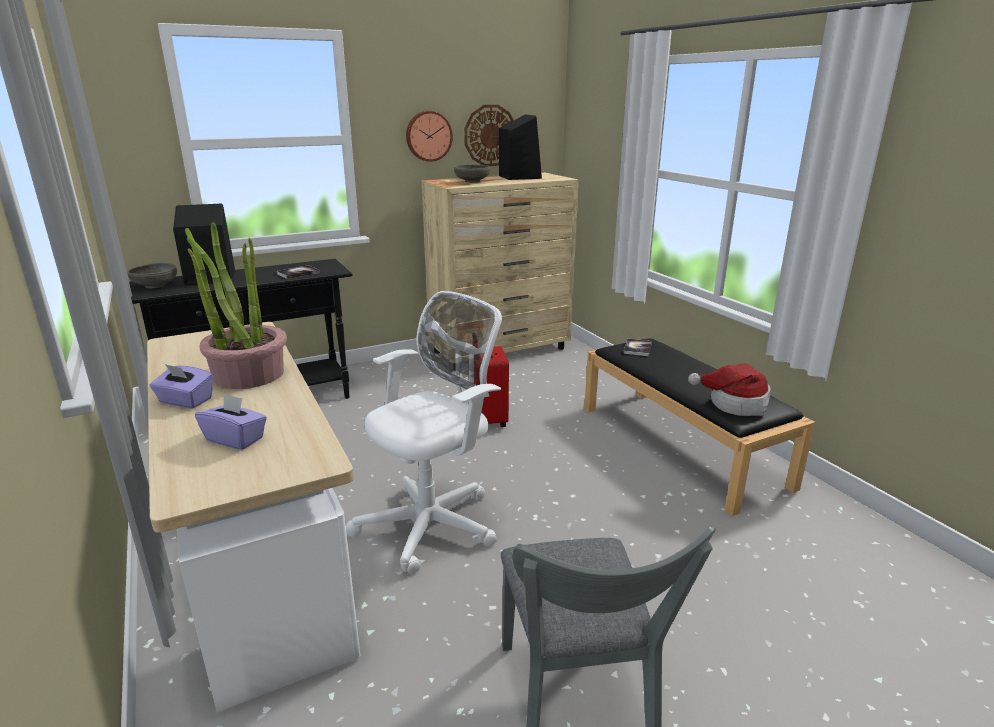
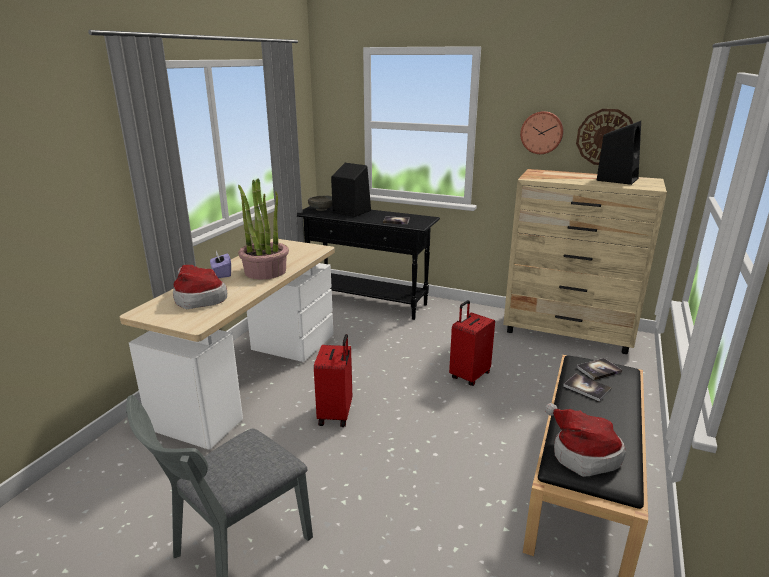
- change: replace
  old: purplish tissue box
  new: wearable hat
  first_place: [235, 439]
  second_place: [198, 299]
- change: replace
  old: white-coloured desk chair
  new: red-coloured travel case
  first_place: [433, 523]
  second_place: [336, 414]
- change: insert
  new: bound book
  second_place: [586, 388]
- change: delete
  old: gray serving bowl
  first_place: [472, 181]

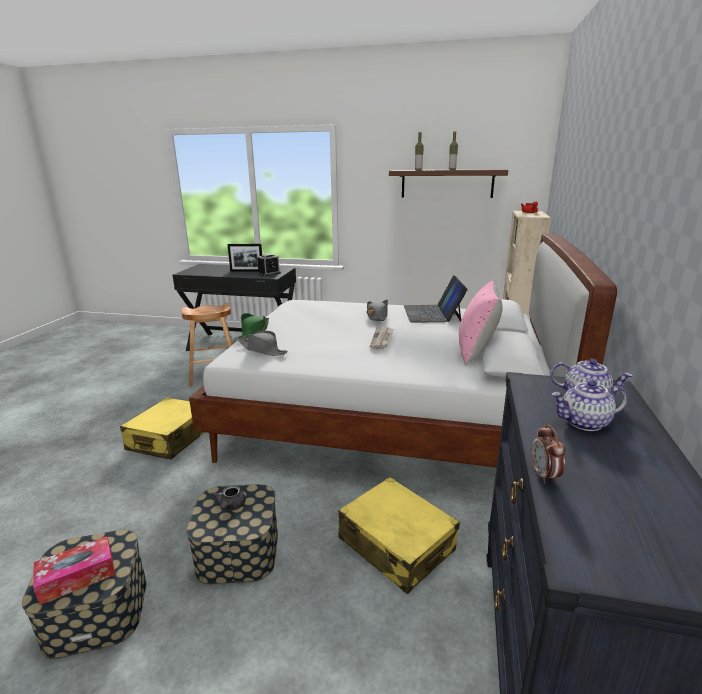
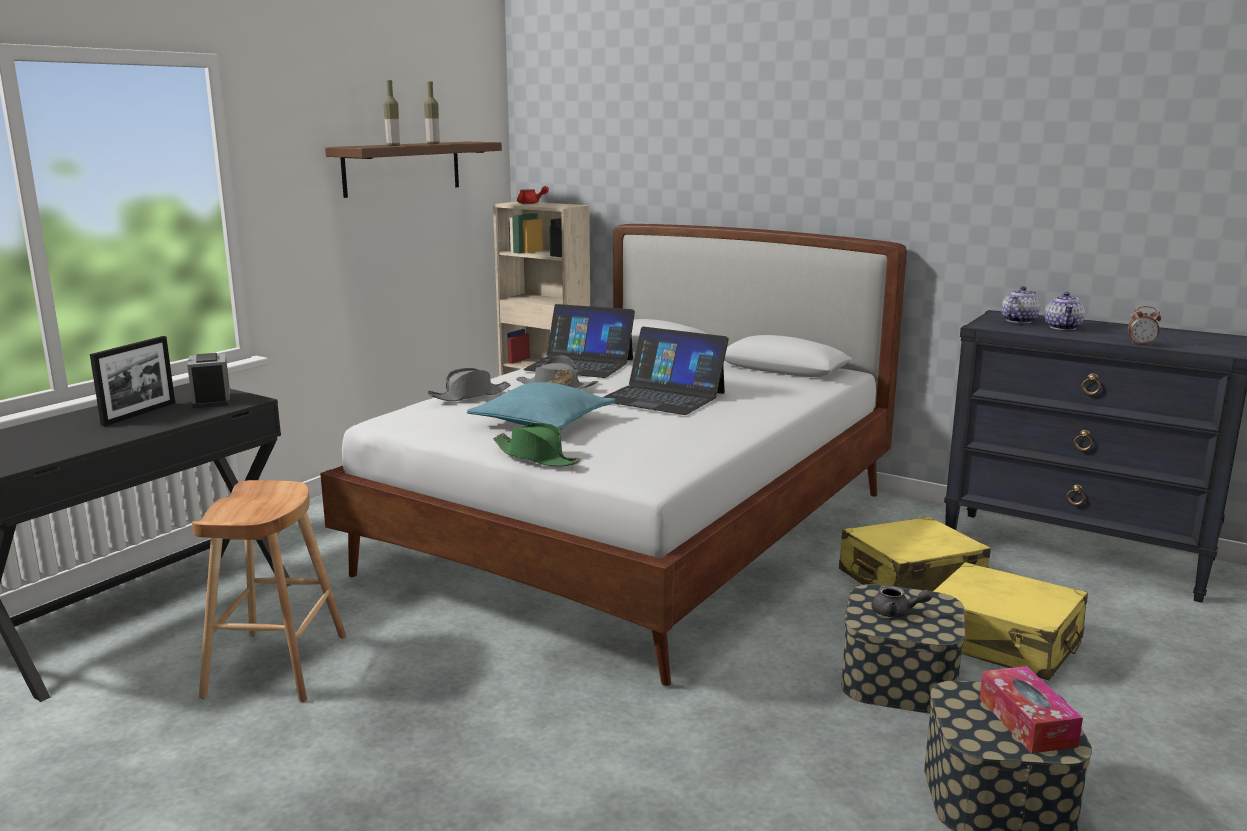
- change: move
  old: gray wearable hat
  first_place: [263, 350]
  second_place: [470, 395]
- change: insert
  new: blue-green pillow
  second_place: [542, 422]
- change: replace
  old: daily paper
  new: notebook computer
  first_place: [382, 339]
  second_place: [662, 396]
- change: move
  old: yellow travel case
  first_place: [170, 439]
  second_place: [1002, 642]
- change: delete
  old: pink-coloured pillow
  first_place: [476, 352]

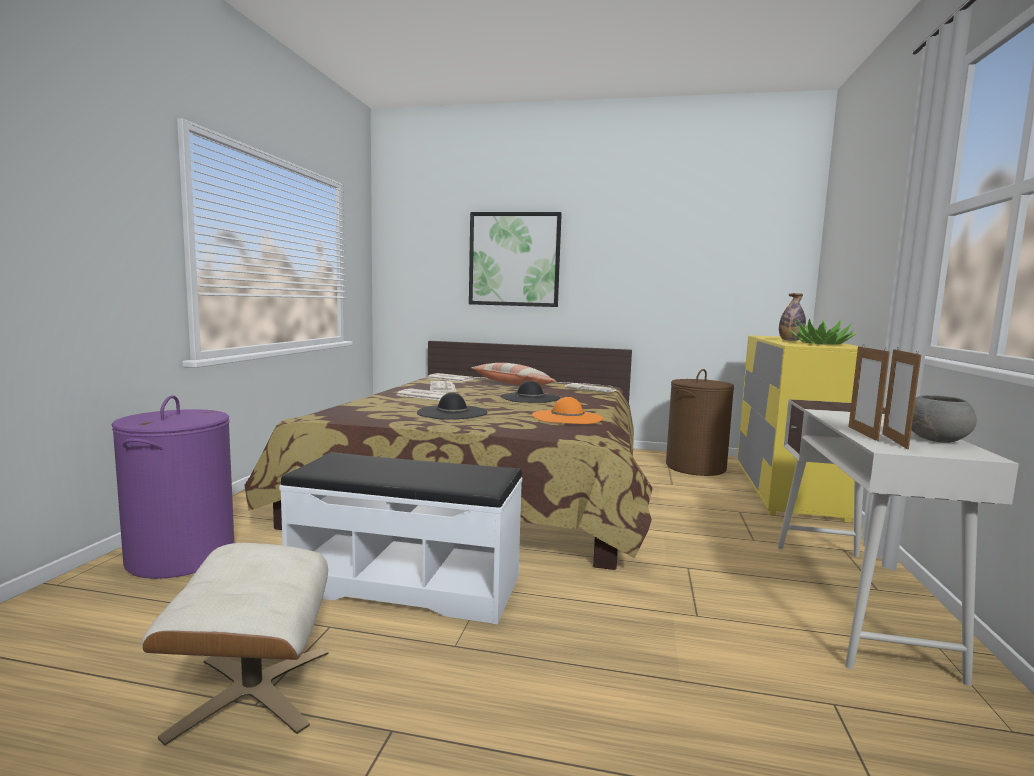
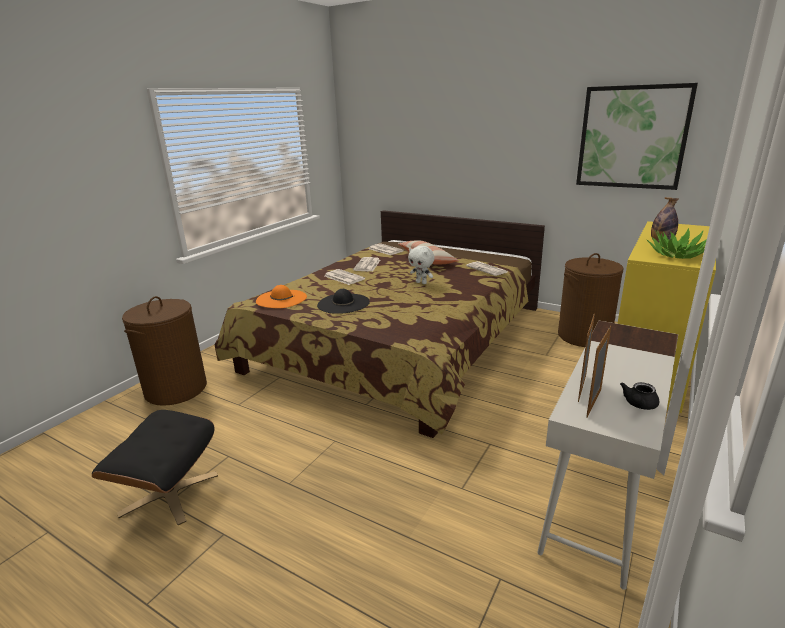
- change: recolor
  old: beige-coloured footrest
  new: black footrest
  first_place: [251, 692]
  second_place: [169, 494]
- change: recolor
  old: purplish washing basket
  new: brownish washing basket
  first_place: [181, 556]
  second_place: [176, 389]
- change: move
  old: orangey wearable hat
  first_place: [567, 417]
  second_place: [281, 299]
- change: replace
  old: black wearable hat
  new: white-coloured soft toy
  first_place: [530, 398]
  second_place: [421, 283]
- change: move
  old: wall picture
  first_place: [514, 259]
  second_place: [632, 137]
- change: replace
  old: gray serving bowl
  new: black pot for tea
  first_place: [937, 440]
  second_place: [638, 405]
- change: delete
  old: white-coloured bench
  first_place: [406, 584]

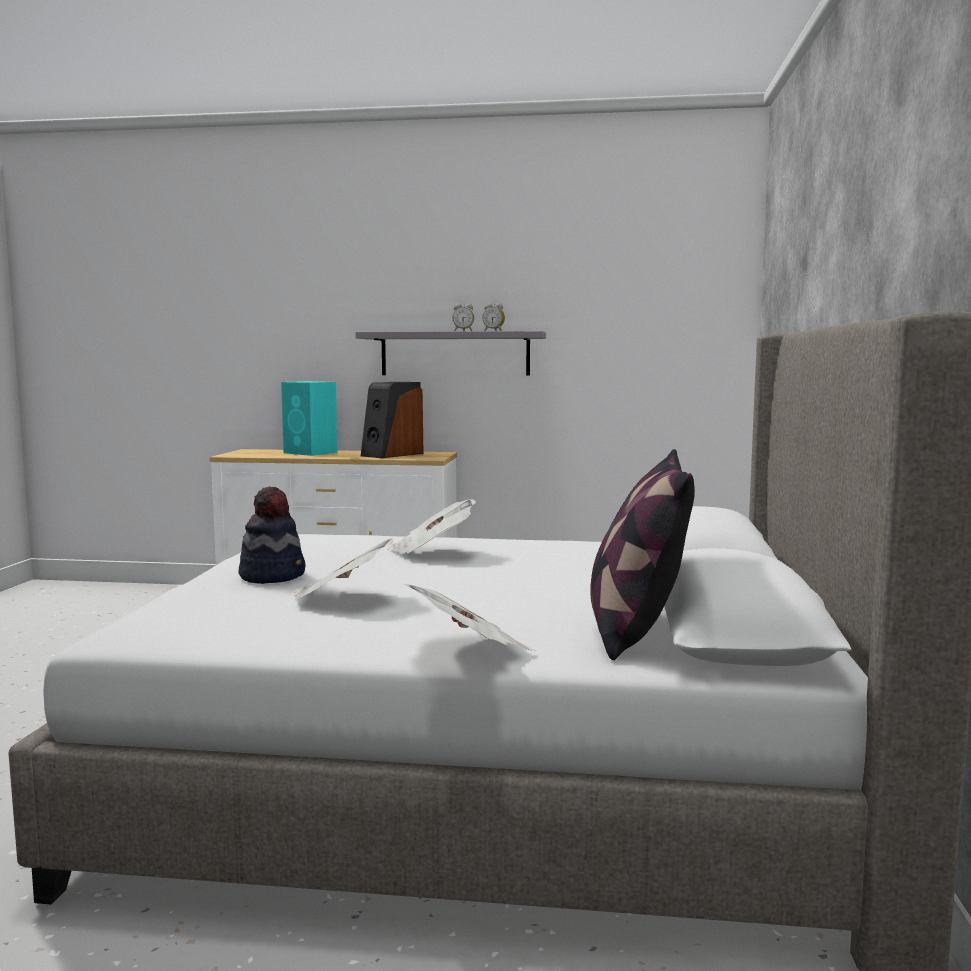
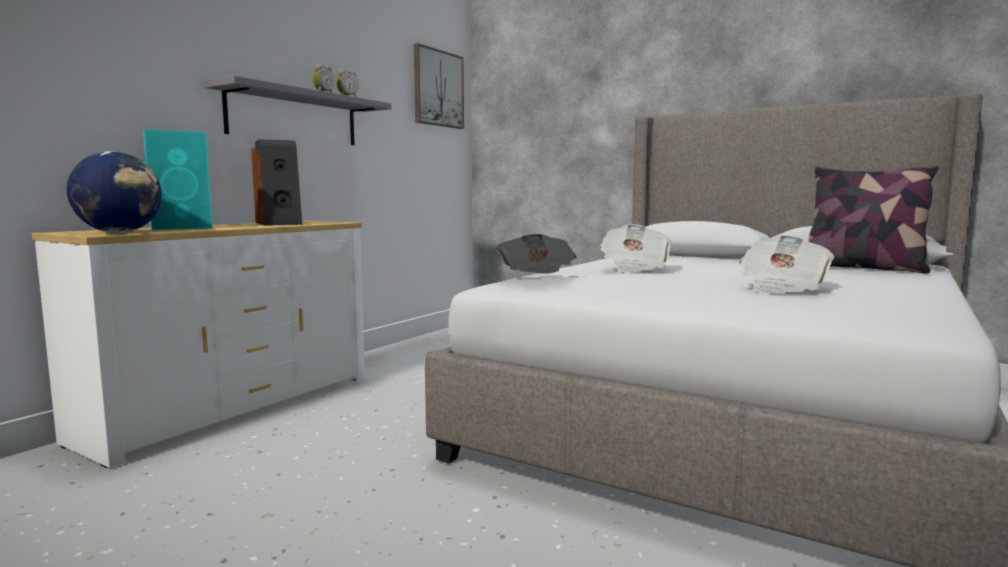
- change: insert
  new: desk globe
  second_place: [120, 232]
- change: insert
  new: wall picture
  second_place: [438, 88]
- change: move
  old: daily paper
  first_place: [470, 651]
  second_place: [537, 278]
- change: delete
  old: wearable hat
  first_place: [273, 576]

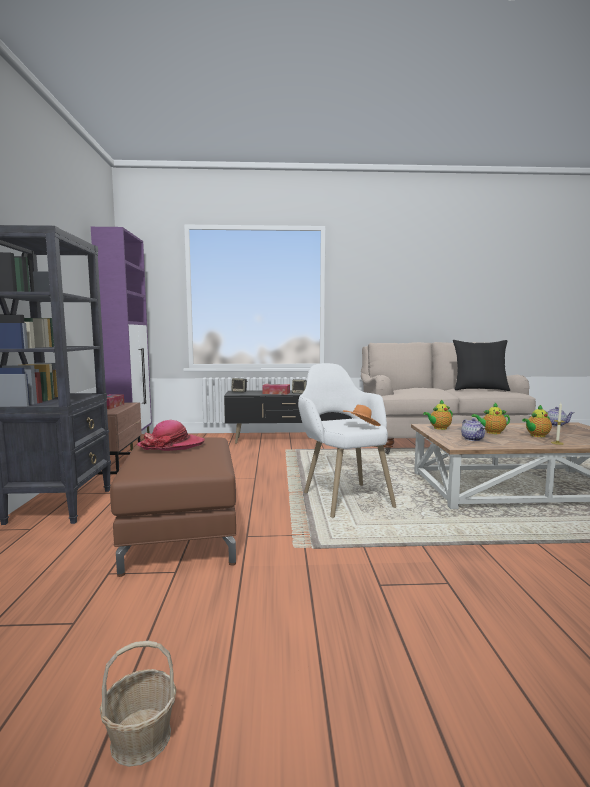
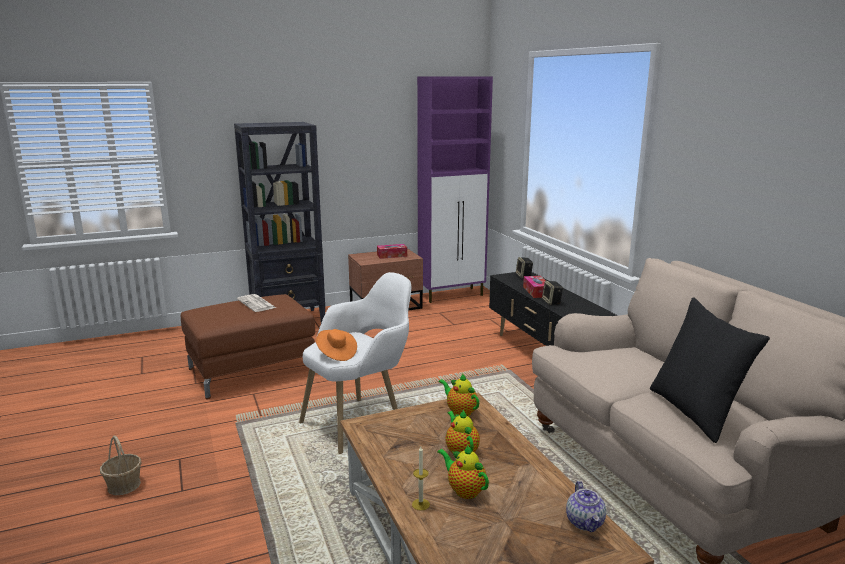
- change: move
  old: basket
  first_place: [140, 737]
  second_place: [124, 485]
- change: replace
  old: wearable hat
  new: daily paper
  first_place: [171, 445]
  second_place: [257, 304]
- change: delete
  old: pot for tea
  first_place: [473, 439]

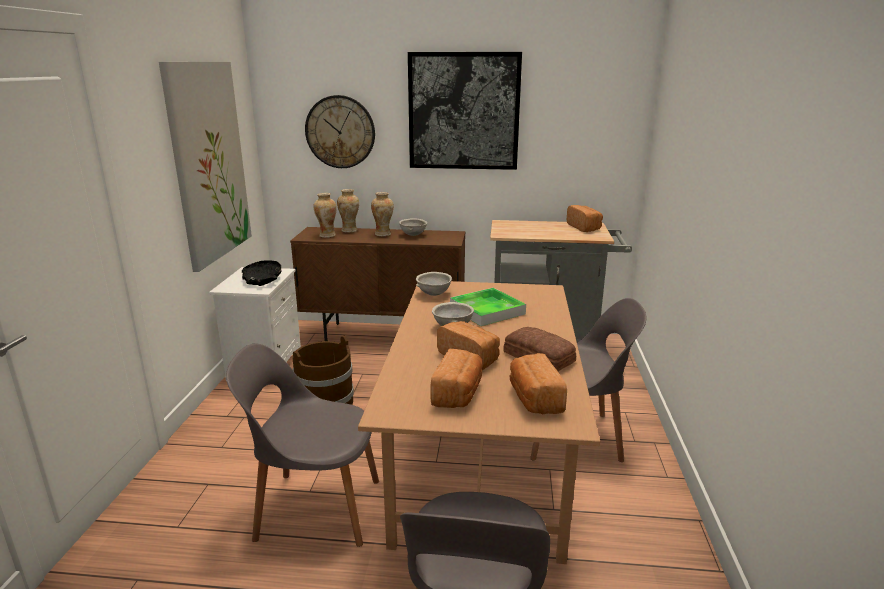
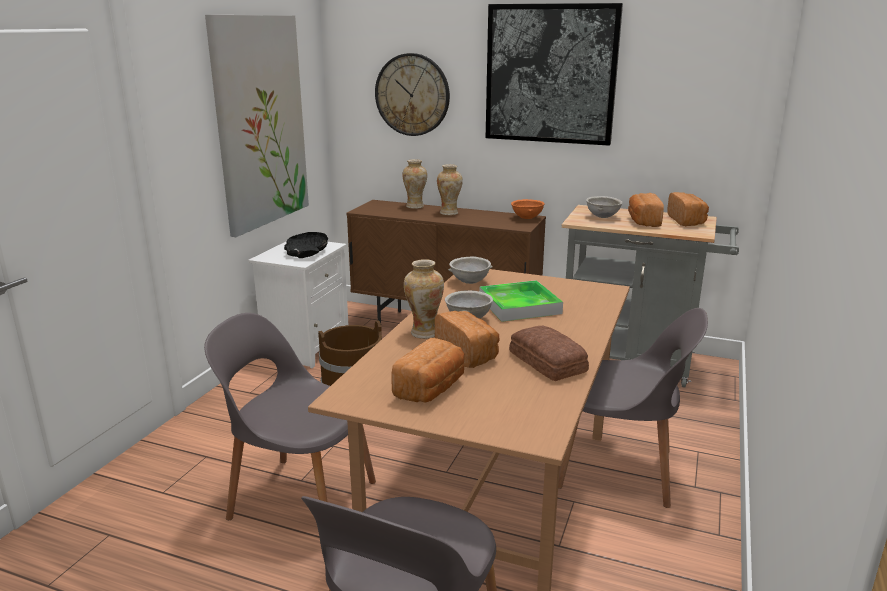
- change: move
  old: decorative vase
  first_place: [327, 235]
  second_place: [424, 333]
- change: insert
  new: orangey serving bowl
  second_place: [526, 218]
- change: move
  old: gray serving bowl
  first_place: [413, 235]
  second_place: [603, 217]
- change: move
  old: baked bread
  first_place: [534, 399]
  second_place: [643, 221]

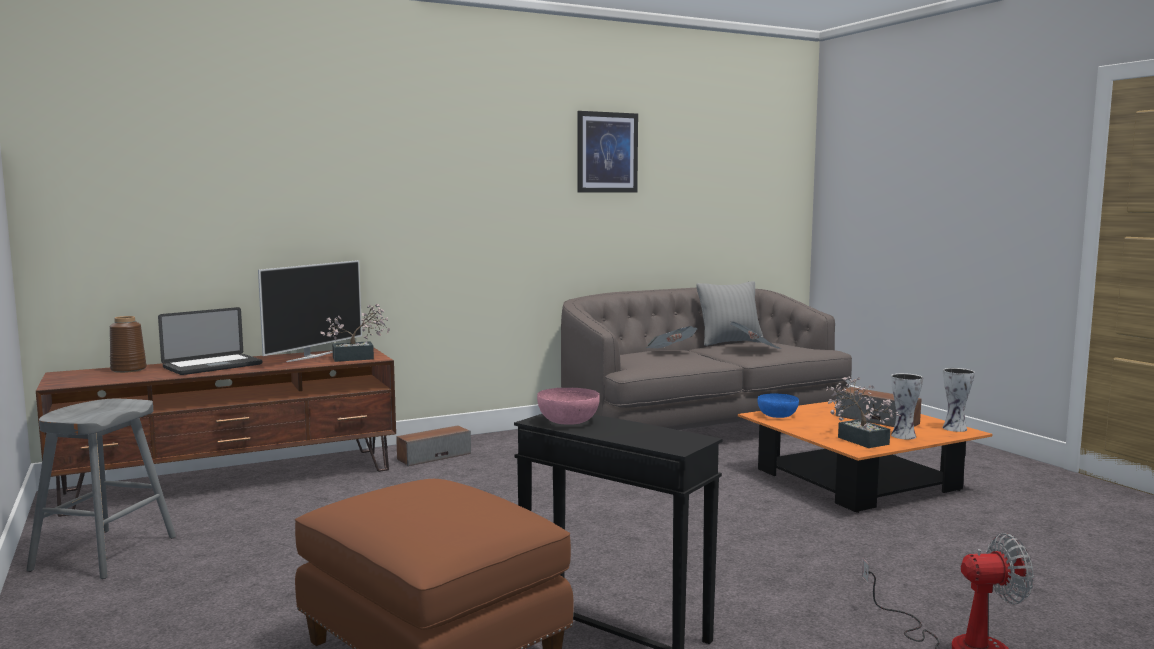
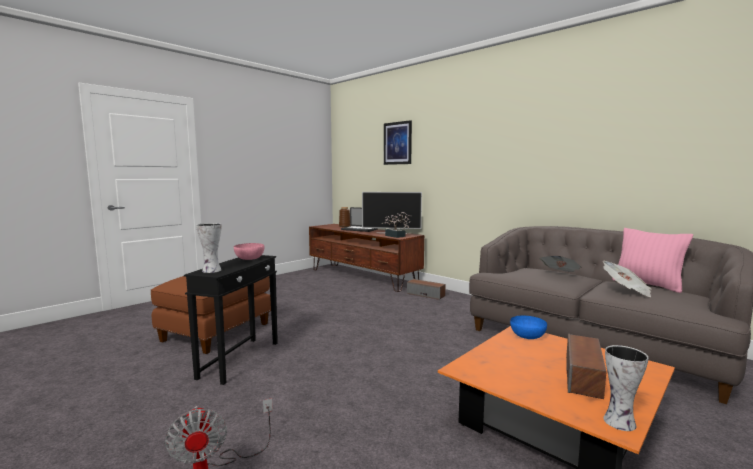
- change: move
  old: decorative vase
  first_place: [904, 436]
  second_place: [210, 270]
- change: move
  old: wall picture
  first_place: [607, 152]
  second_place: [397, 143]
- change: recolor
  old: gray pillow
  new: pink-coloured pillow
  first_place: [730, 342]
  second_place: [647, 285]
- change: delete
  old: gray stool seat
  first_place: [104, 553]
- change: delete
  old: plant in a pot
  first_place: [859, 439]

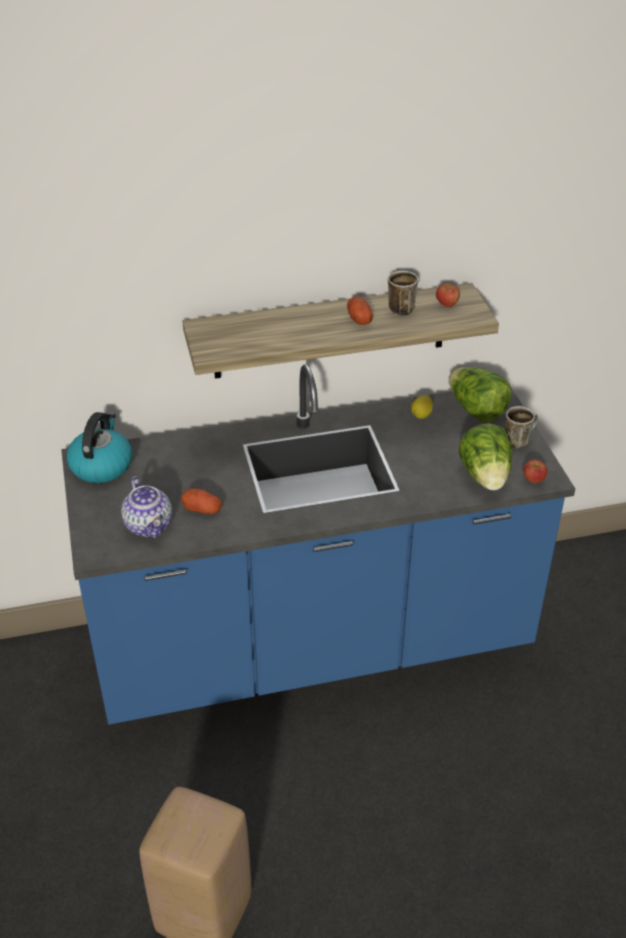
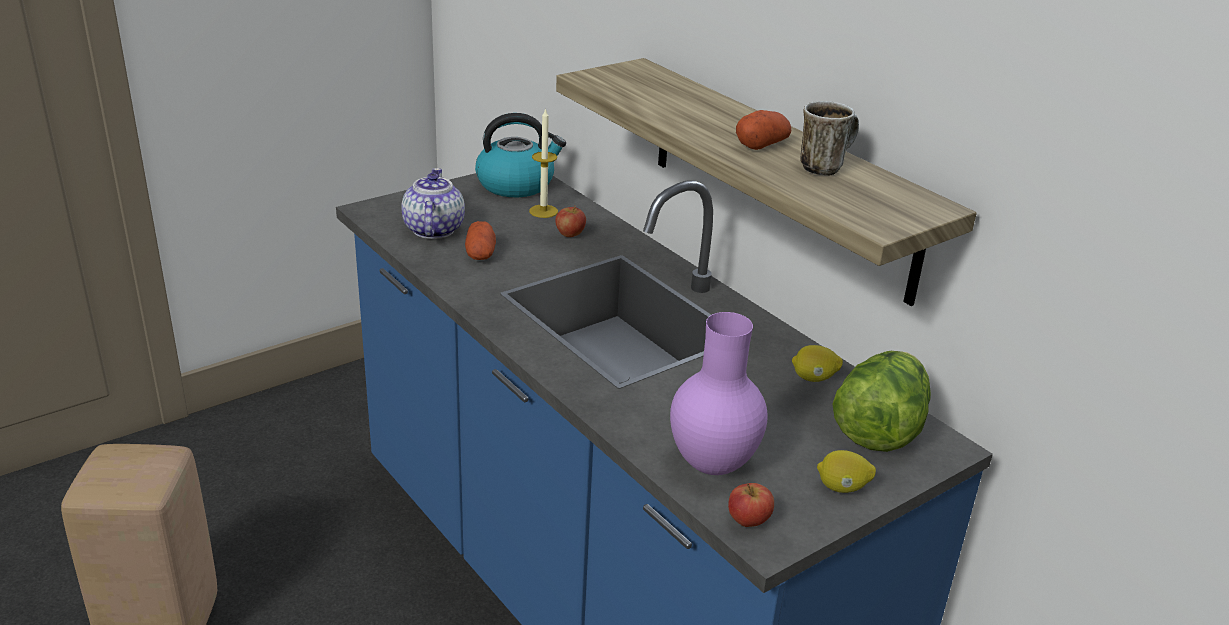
- change: rotate
  old: pot for tea
  first_place: [149, 525]
  second_place: [433, 229]
  degrees: 135
- change: insert
  new: wax light
  second_place: [543, 211]
- change: move
  old: apple fruit
  first_place: [446, 304]
  second_place: [570, 234]
- change: replace
  old: lettuce
  new: purplish decorative vase
  first_place: [485, 476]
  second_place: [715, 466]
- change: replace
  old: coffee mug
  new: citrus fruit
  first_place: [518, 440]
  second_place: [842, 488]

